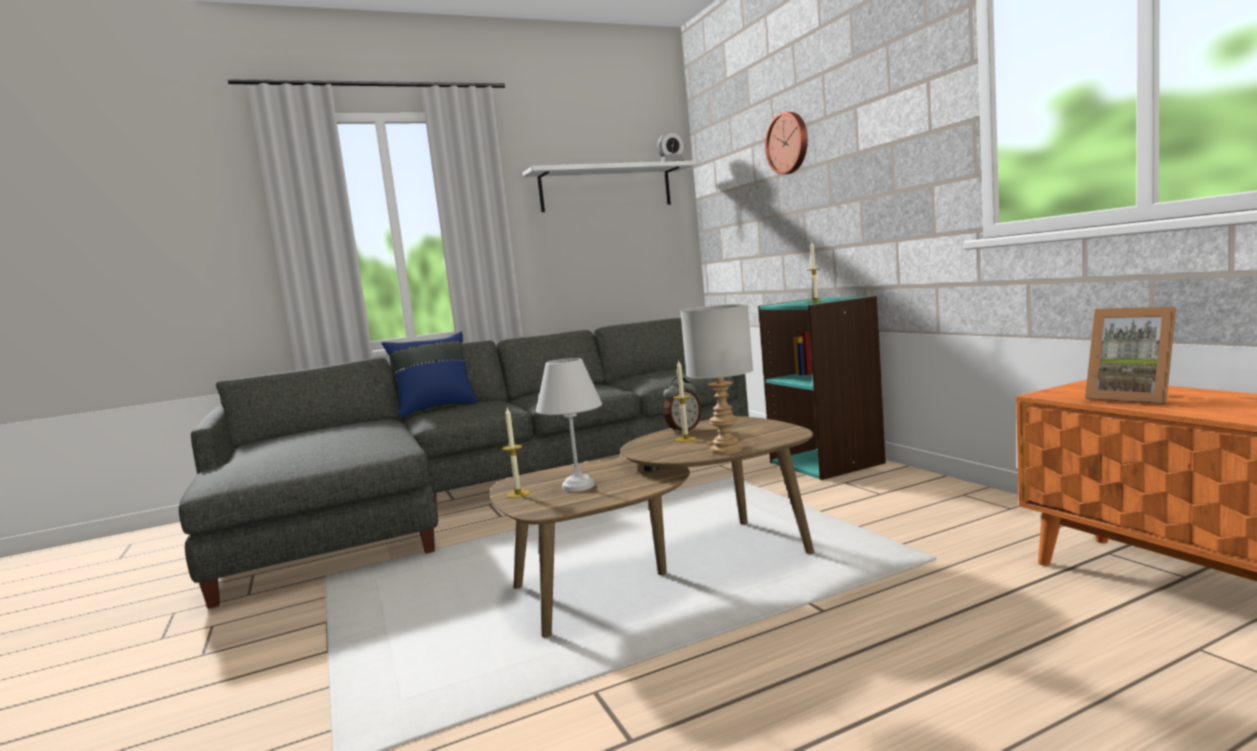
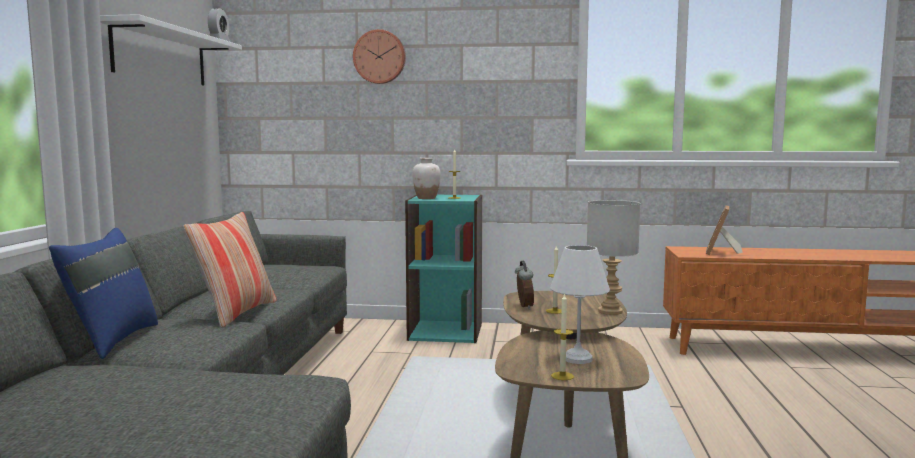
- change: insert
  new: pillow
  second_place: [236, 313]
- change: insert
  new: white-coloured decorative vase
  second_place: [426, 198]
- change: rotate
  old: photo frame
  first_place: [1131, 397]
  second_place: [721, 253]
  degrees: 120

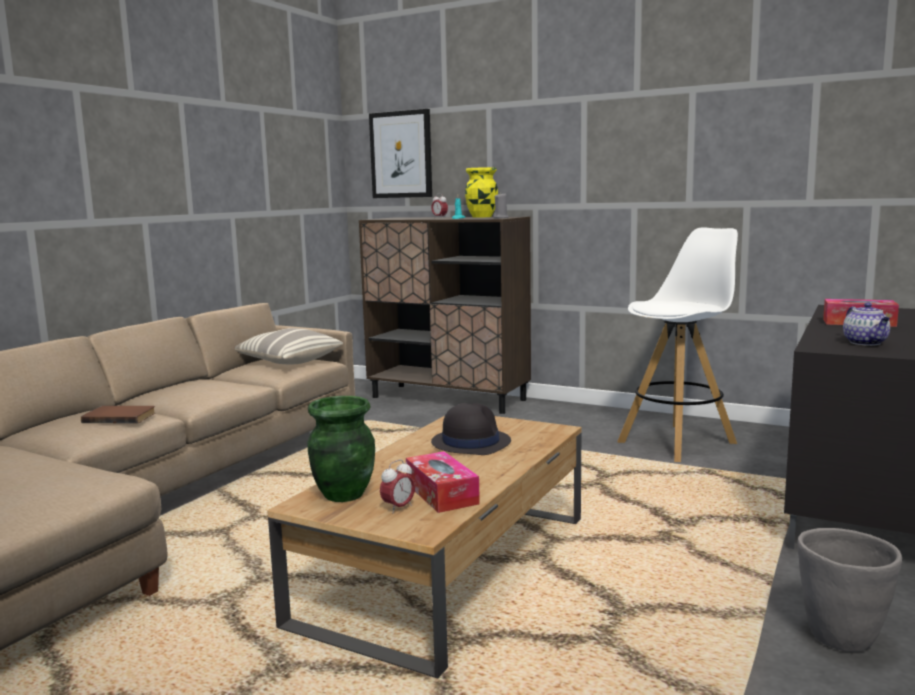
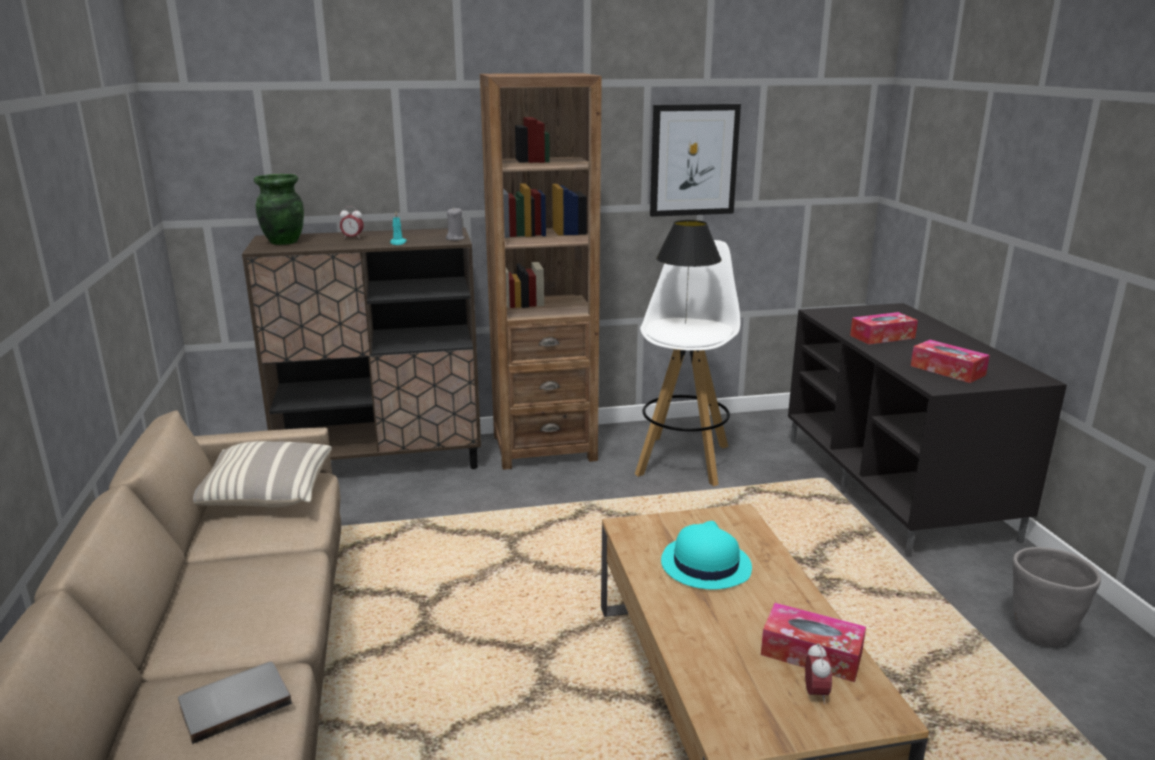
- change: recolor
  old: brownish bound book
  new: gray bound book
  first_place: [120, 417]
  second_place: [234, 702]
- change: move
  old: green-coloured decorative vase
  first_place: [343, 494]
  second_place: [283, 242]
- change: insert
  new: brownish bookshelf
  second_place: [544, 447]
- change: move
  old: wall picture
  first_place: [401, 155]
  second_place: [693, 160]
- change: insert
  new: black tabletop lamp
  second_place: [685, 323]
- change: recolor
  old: black wearable hat
  new: blue-green wearable hat
  first_place: [470, 442]
  second_place: [705, 565]
- change: replace
  old: pot for tea
  new: tissue box
  first_place: [866, 343]
  second_place: [947, 370]
- change: delete
  old: yellow decorative vase
  first_place: [482, 217]

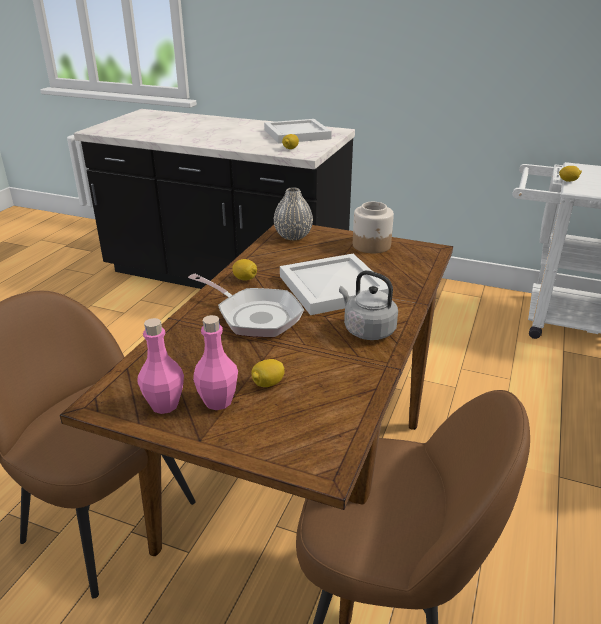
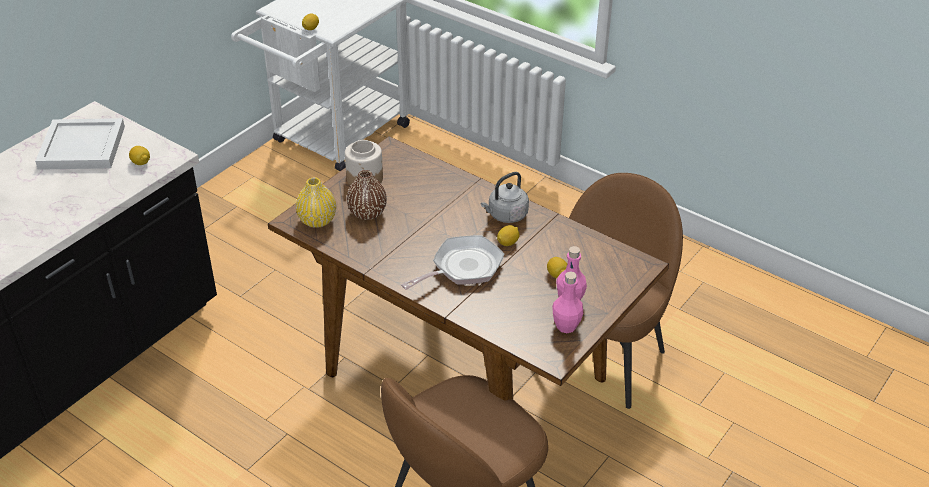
- change: recolor
  old: gray decorative vase
  new: yellow decorative vase
  first_place: [293, 236]
  second_place: [317, 220]
- change: insert
  new: brownish decorative vase
  second_place: [367, 213]
- change: move
  old: citrus fruit
  first_place: [245, 279]
  second_place: [508, 242]
- change: delete
  old: white-coloured tray
  first_place: [335, 287]

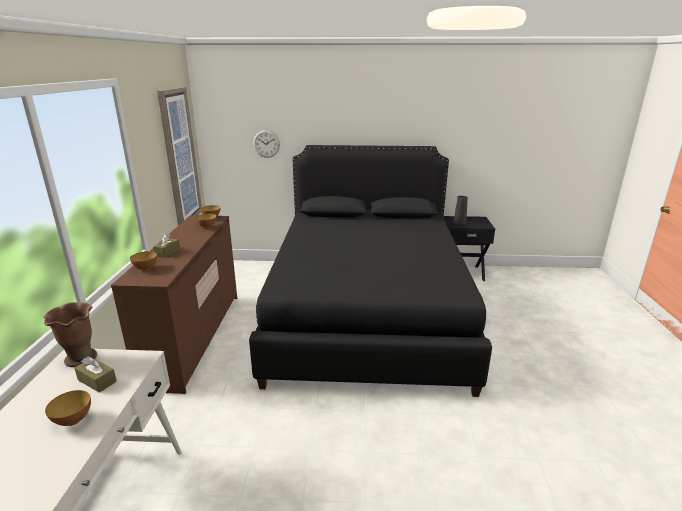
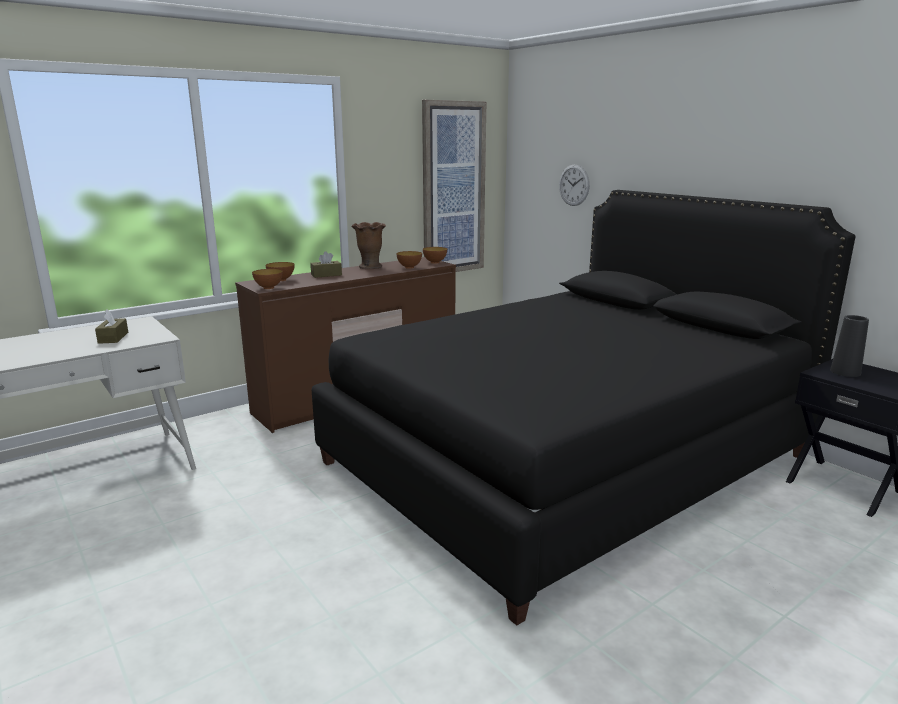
- change: move
  old: serving bowl
  first_place: [73, 420]
  second_place: [268, 288]
- change: move
  old: brownish decorative vase
  first_place: [80, 358]
  second_place: [370, 267]

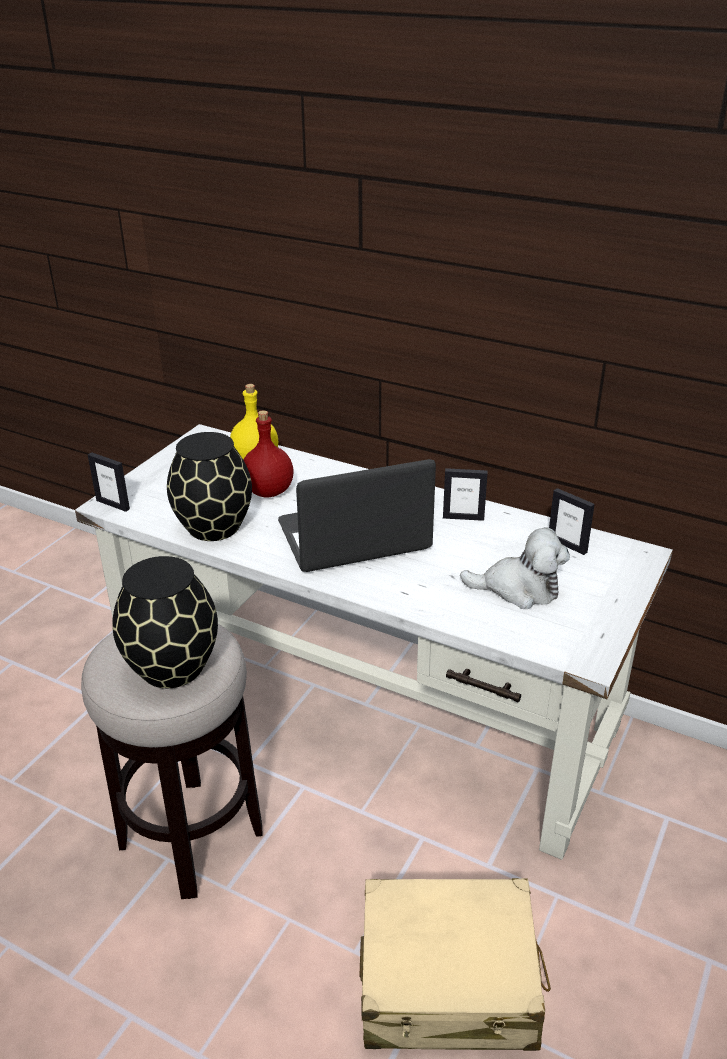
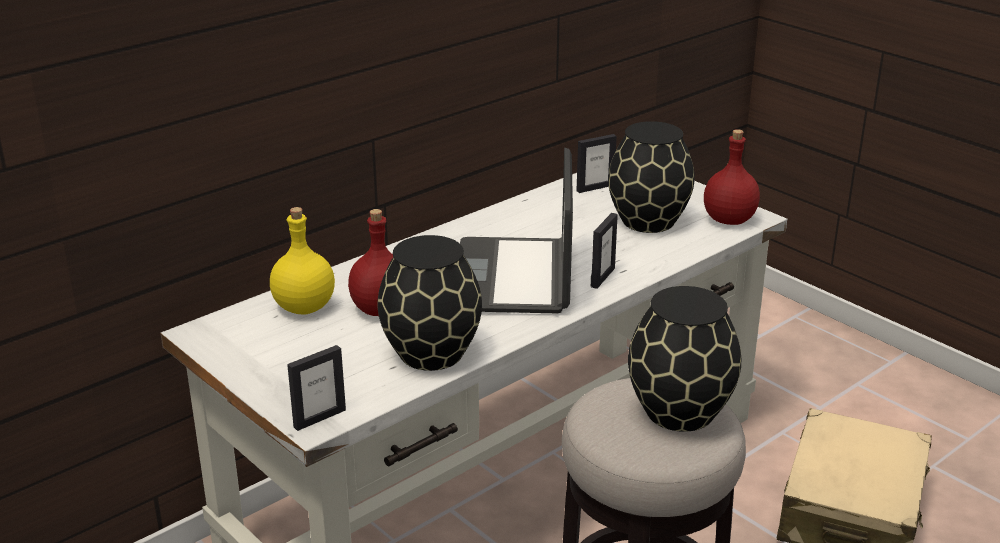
- change: move
  old: photo frame
  first_place: [463, 517]
  second_place: [602, 277]
- change: replace
  old: soft toy
  new: black decorative vase
  first_place: [519, 589]
  second_place: [647, 221]
- change: insert
  new: red-coloured drink bottle
  second_place: [728, 220]

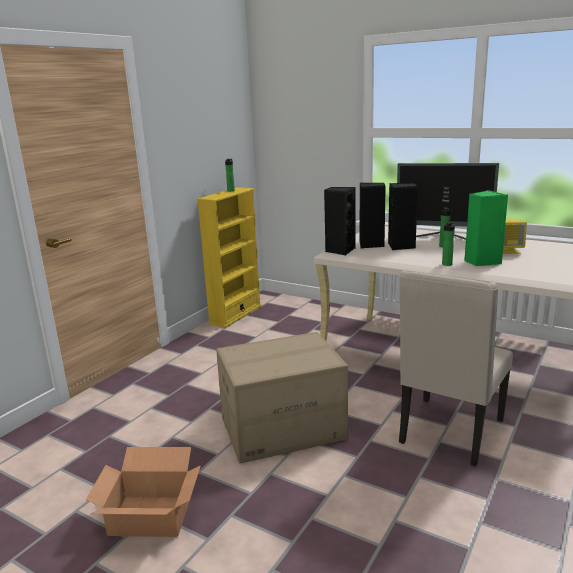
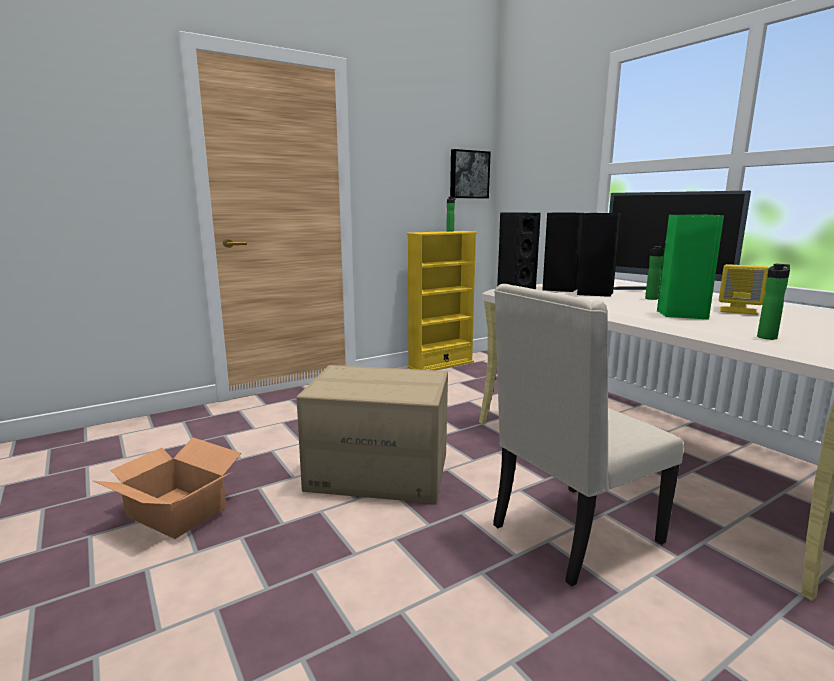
- change: insert
  new: wall picture
  second_place: [468, 174]
- change: move
  old: drink bottle
  first_place: [447, 263]
  second_place: [767, 337]

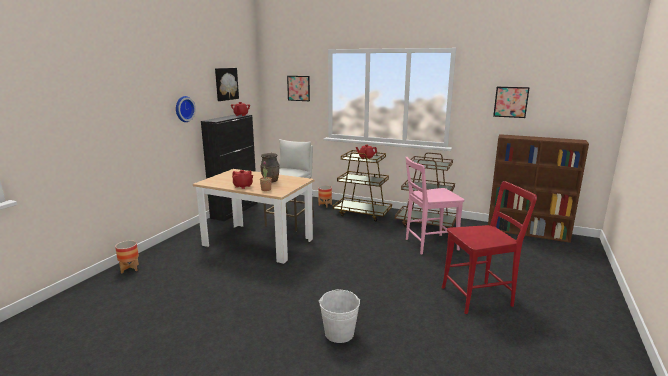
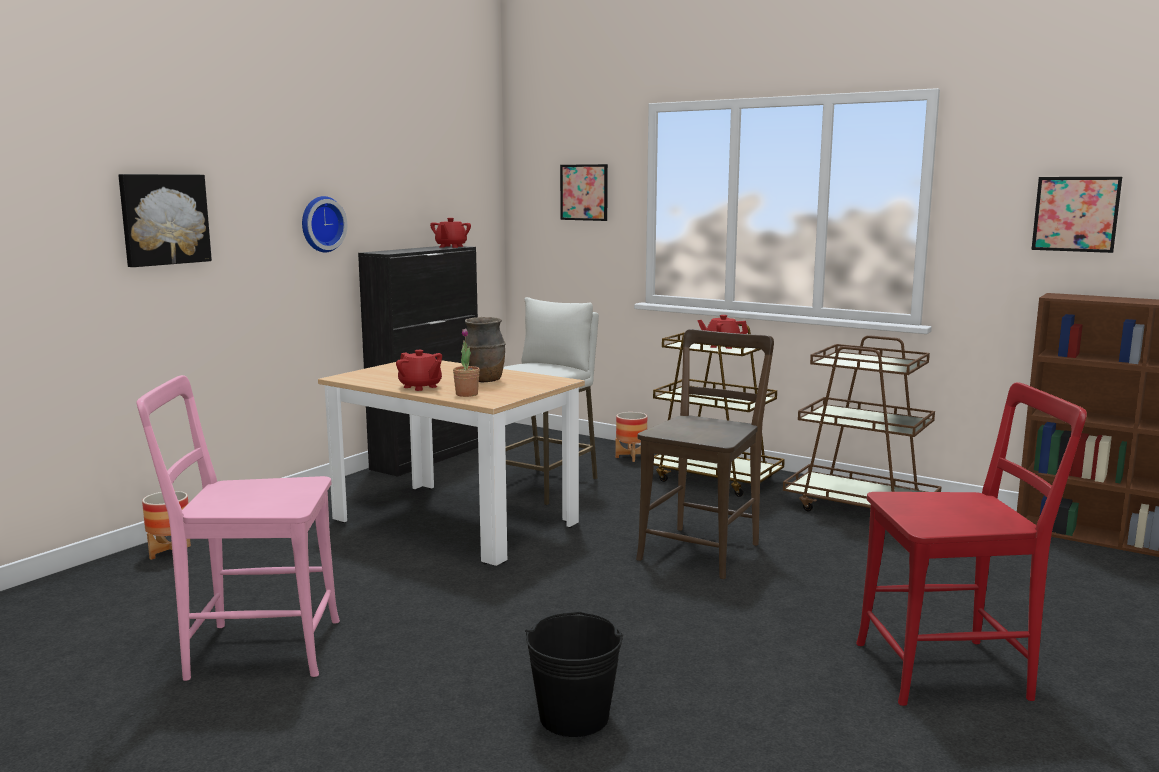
- change: move
  old: wall picture
  first_place: [226, 84]
  second_place: [164, 219]
- change: move
  old: pink-coloured plain chair
  first_place: [428, 244]
  second_place: [255, 649]
- change: recolor
  old: white-coloured bucket
  new: black bucket
  first_place: [339, 333]
  second_place: [574, 717]
- change: insert
  new: brownish plain chair
  second_place: [702, 549]

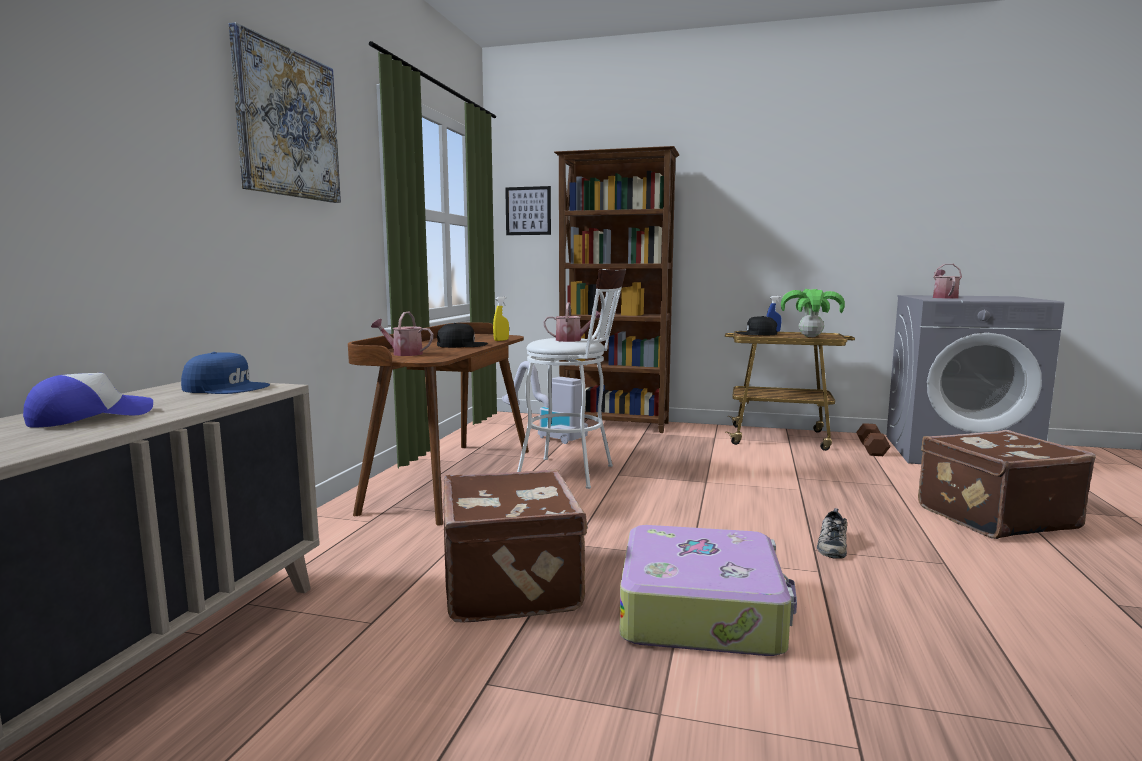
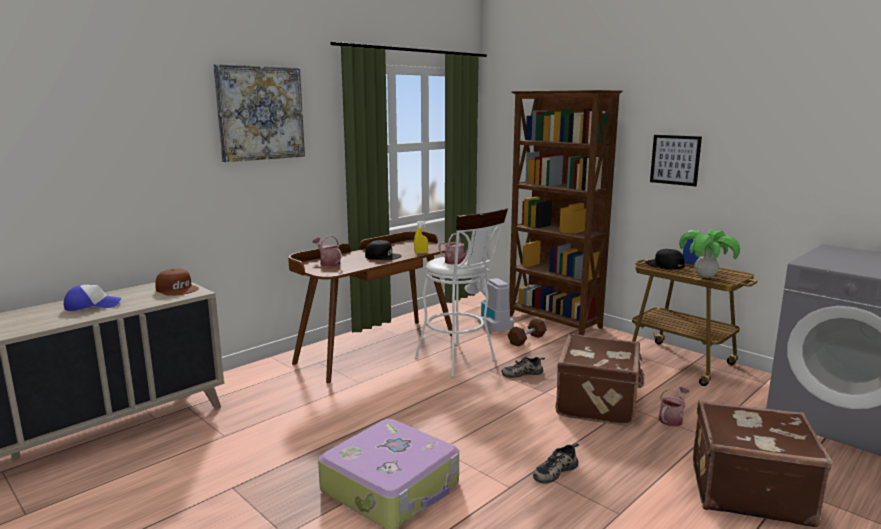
- change: recolor
  old: bluish peaked cap
  new: brownish peaked cap
  first_place: [226, 387]
  second_place: [177, 289]
- change: insert
  new: low shoe
  second_place: [522, 373]
- change: move
  old: brownish dumbbell
  first_place: [871, 449]
  second_place: [527, 339]
- change: move
  old: brownish travel case
  first_place: [513, 583]
  second_place: [598, 403]
- change: move
  old: wall picture
  first_place: [528, 211]
  second_place: [675, 160]
- change: move
  old: watering can
  first_place: [944, 297]
  second_place: [672, 419]

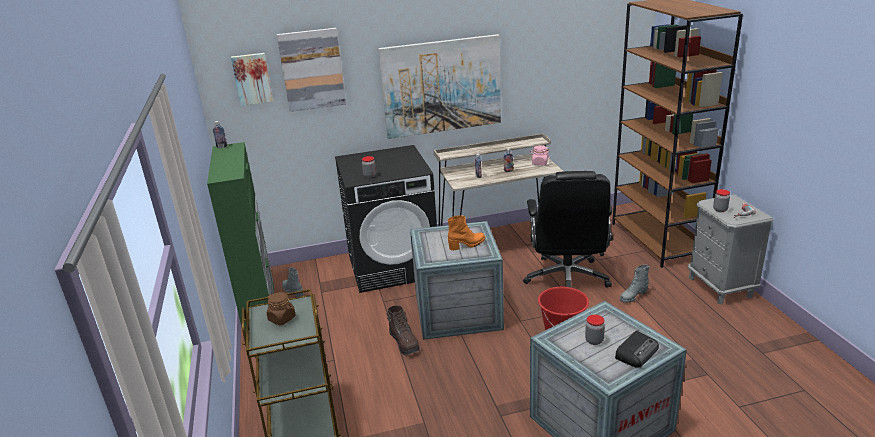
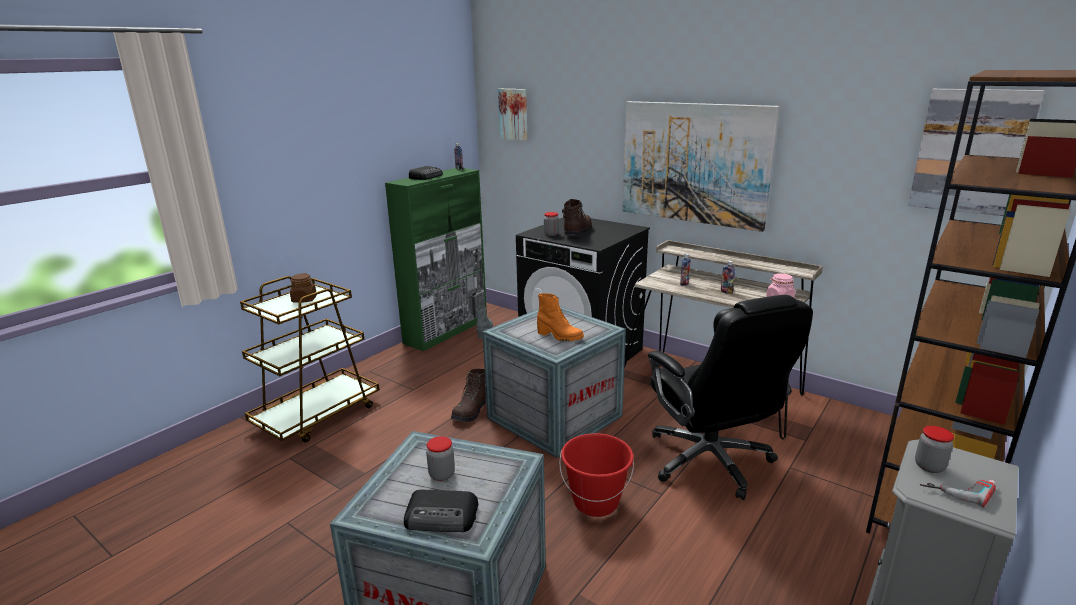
- change: insert
  new: radio set
  second_place: [426, 176]
- change: insert
  new: brownish tall boot
  second_place: [577, 233]
- change: rotate
  old: black desk chair
  first_place: [567, 279]
  second_place: [711, 461]
  degrees: -75
- change: move
  old: wall picture
  first_place: [312, 69]
  second_place: [971, 151]
- change: delete
  old: gray tall boot
  first_place: [633, 296]

